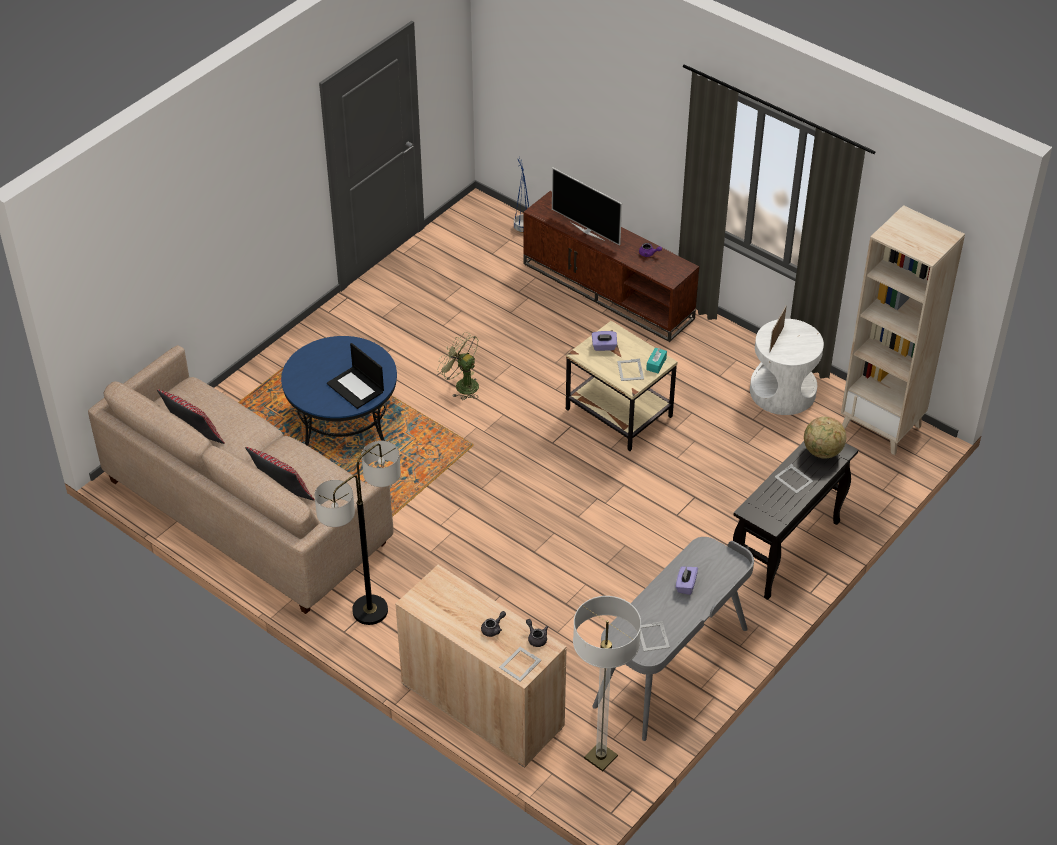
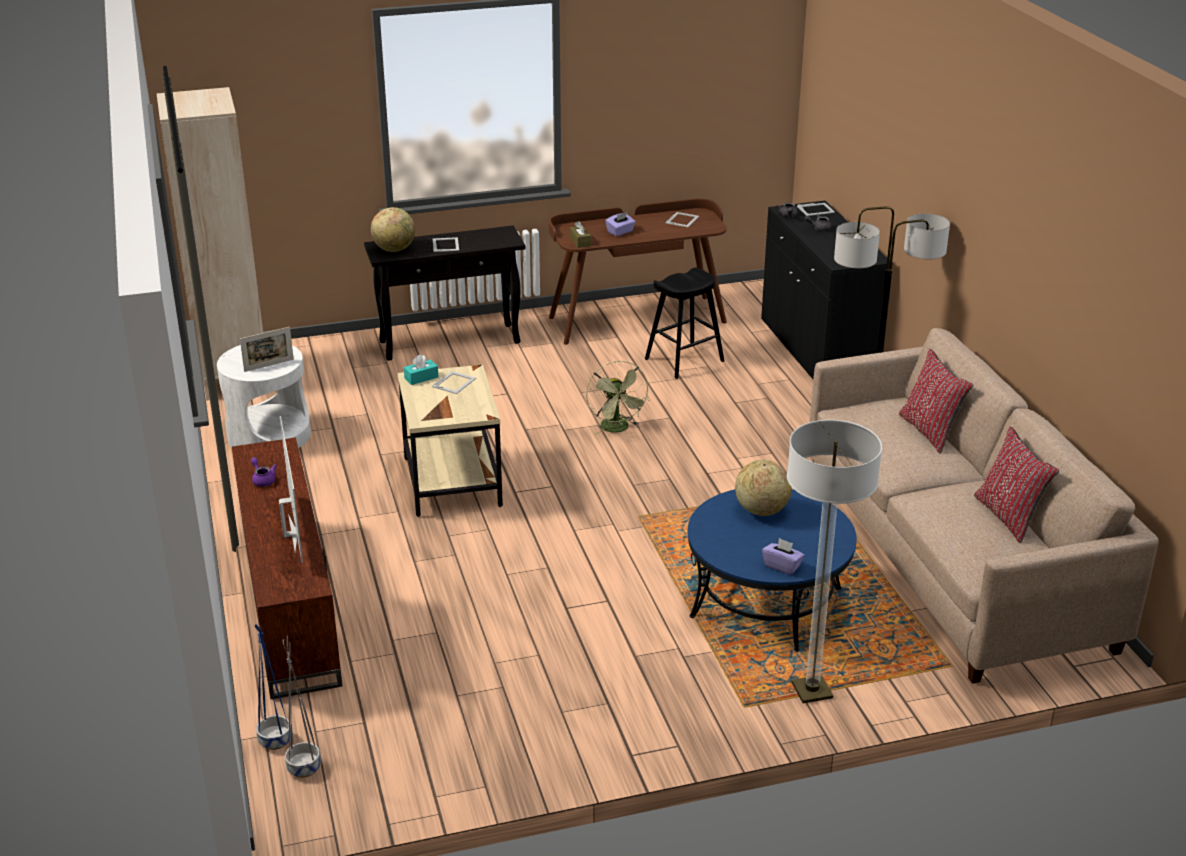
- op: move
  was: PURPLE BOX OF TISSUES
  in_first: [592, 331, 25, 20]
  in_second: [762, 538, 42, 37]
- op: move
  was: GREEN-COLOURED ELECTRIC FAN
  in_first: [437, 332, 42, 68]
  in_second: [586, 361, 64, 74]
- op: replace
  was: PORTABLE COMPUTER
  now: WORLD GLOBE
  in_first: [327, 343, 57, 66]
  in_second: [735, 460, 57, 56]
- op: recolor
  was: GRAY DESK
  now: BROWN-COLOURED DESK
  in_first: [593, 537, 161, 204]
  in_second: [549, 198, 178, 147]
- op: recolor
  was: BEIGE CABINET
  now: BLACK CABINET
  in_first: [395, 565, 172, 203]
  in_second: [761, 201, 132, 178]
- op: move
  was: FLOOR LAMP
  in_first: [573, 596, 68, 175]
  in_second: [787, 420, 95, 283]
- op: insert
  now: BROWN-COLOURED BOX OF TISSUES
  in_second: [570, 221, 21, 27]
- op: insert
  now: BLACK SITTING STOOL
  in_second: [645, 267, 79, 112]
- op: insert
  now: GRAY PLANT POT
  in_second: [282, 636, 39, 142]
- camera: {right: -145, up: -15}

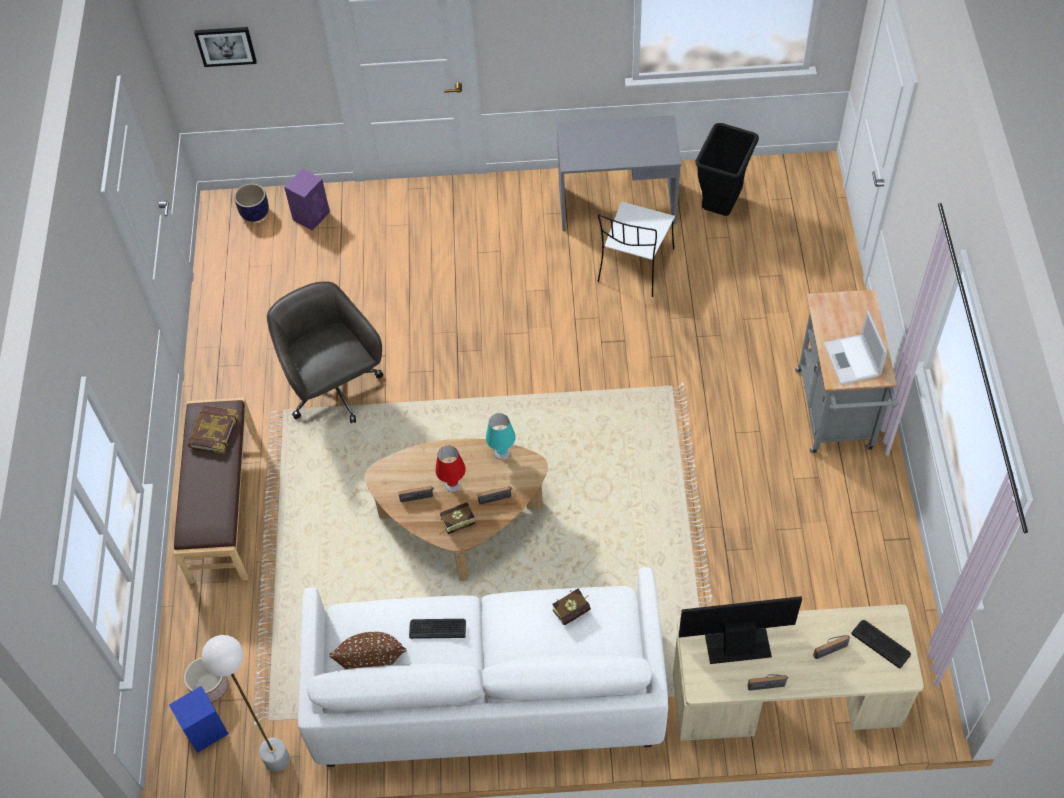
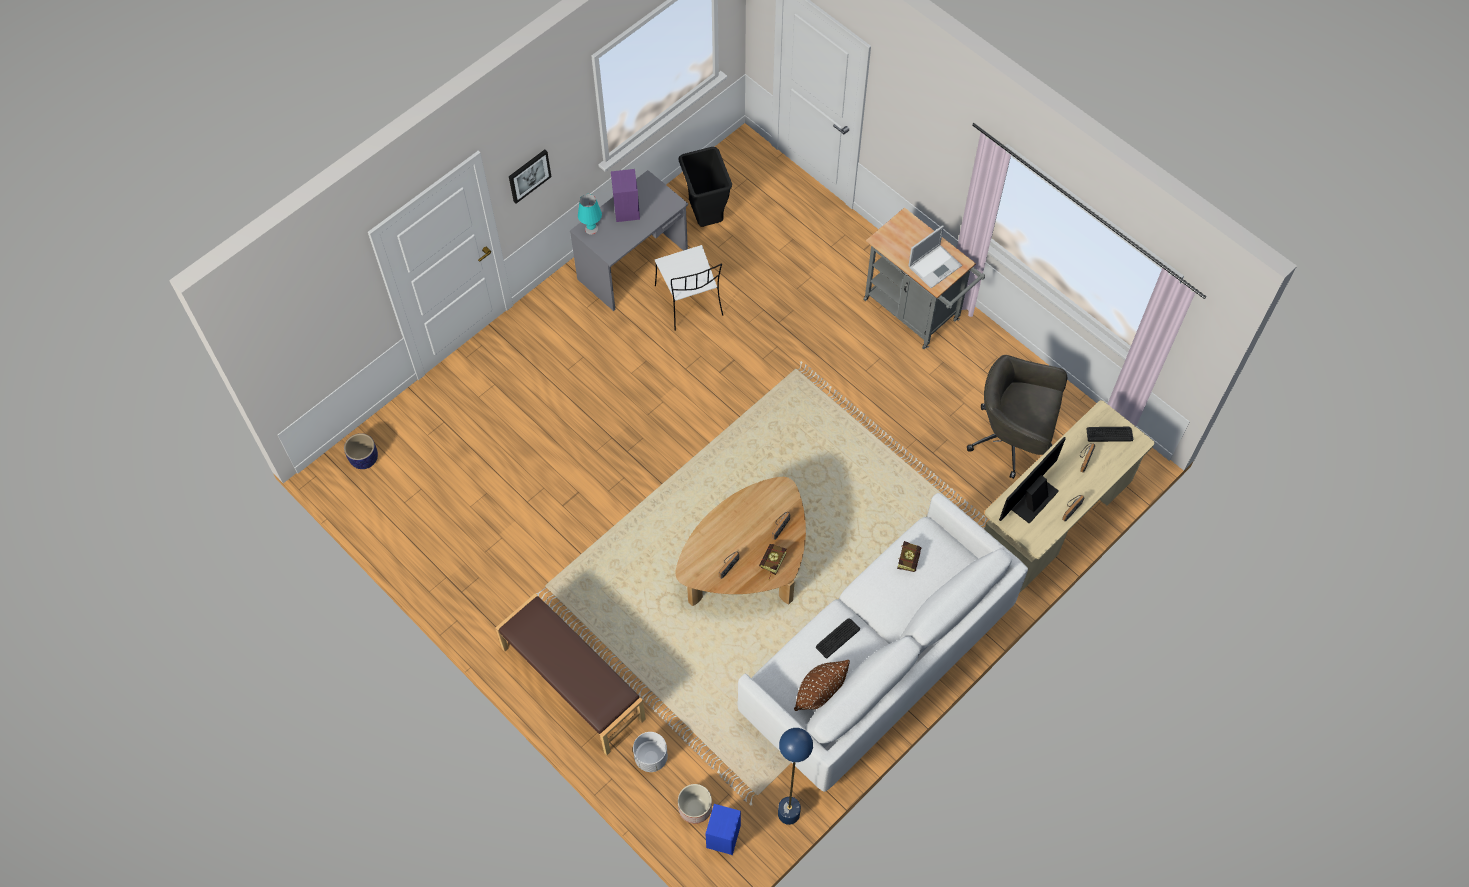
- op: move
  was: WALL PICTURE
  in_first: [194, 27, 63, 40]
  in_second: [509, 150, 42, 54]
- op: move
  was: PURPLE SPEAKER
  in_first: [284, 169, 46, 62]
  in_second: [611, 169, 29, 53]
- op: move
  was: GRAY DESK CHAIR
  in_first: [267, 281, 116, 142]
  in_second: [967, 355, 101, 124]
- op: rotate
  was: PORTABLE COMPUTER
  in_first: [824, 311, 63, 74]
  in_second: [908, 225, 54, 63]
  clockwise: -75
- op: delete
  was: BOOK
  in_first: [188, 405, 51, 49]
- op: move
  was: TURQUOISE-COLOURED TABLE LAMP
  in_first: [486, 413, 30, 47]
  in_second: [578, 194, 24, 41]
- op: delete
  was: RED-COLOURED TABLE LAMP
  in_first: [435, 446, 31, 46]
- op: recolor
  was: WHITISH FLOOR LAMP
  now: BLUE FLOOR LAMP
  in_first: [201, 635, 89, 137]
  in_second: [778, 728, 35, 97]
- op: insert
  now: WHITISH PLANT POT
  in_second: [633, 732, 35, 40]
- camera: {right: -45, up: 5}

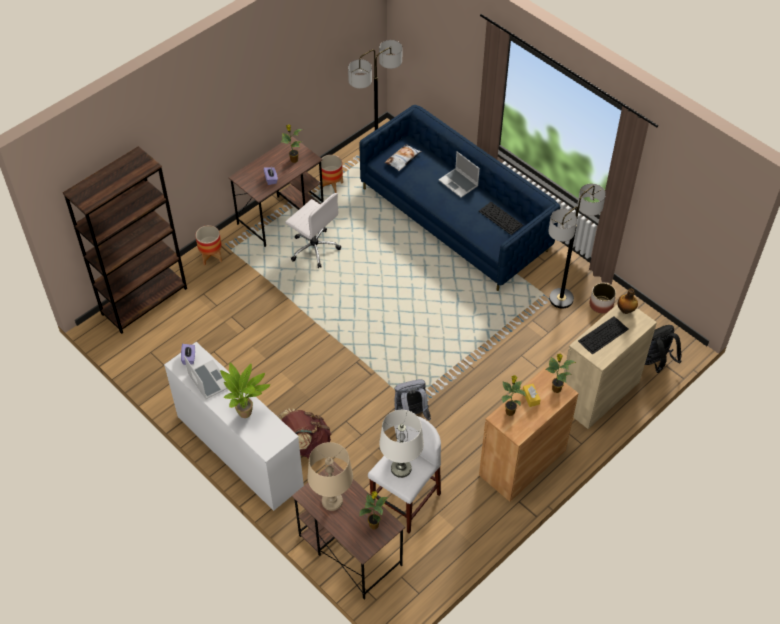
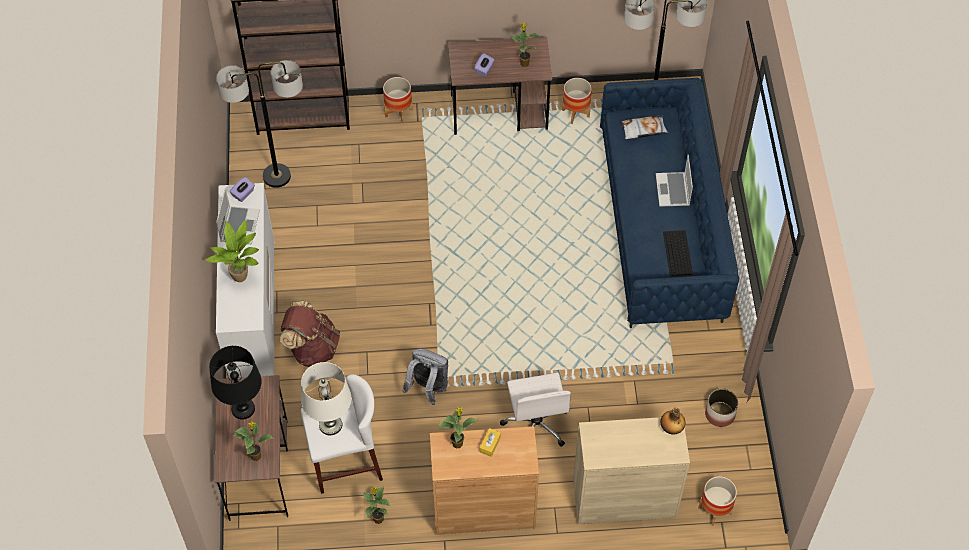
- op: move
  was: FLOOR LAMP
  in_first: [548, 184, 58, 125]
  in_second: [216, 60, 87, 128]
- op: move
  was: WHITISH DESK CHAIR
  in_first: [285, 193, 56, 75]
  in_second: [500, 373, 71, 74]
- op: delete
  was: PC KEYBOARD
  in_first: [578, 316, 51, 39]
- op: replace
  was: BLACK BACKPACK
  now: PLANT POT
  in_first: [645, 325, 36, 48]
  in_second: [698, 476, 39, 50]
- op: move
  was: HOUSEPLANT
  in_first: [546, 354, 30, 39]
  in_second: [363, 486, 28, 38]
- op: recolor
  was: BEIGE TABLE LAMP
  now: BLACK TABLE LAMP
  in_first: [308, 442, 45, 69]
  in_second: [209, 346, 53, 73]
- camera: {right: 40, up: 5}

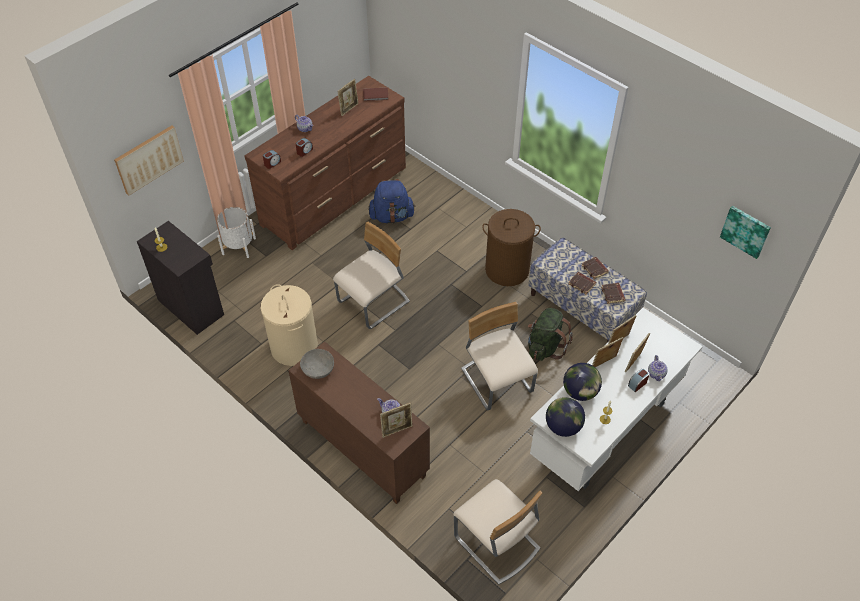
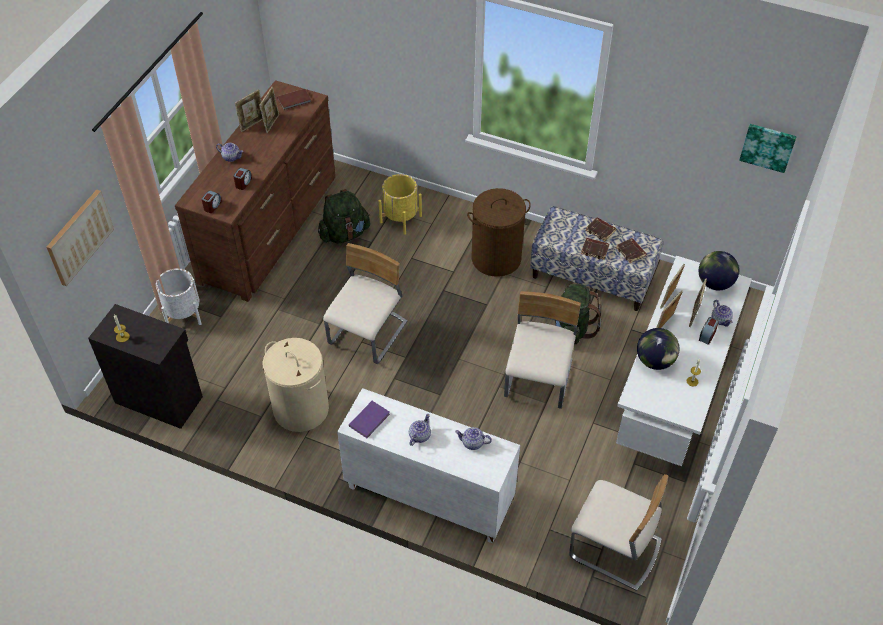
- op: recolor
  was: BLUE BACKPACK
  now: GREEN-COLOURED BACKPACK
  in_first: [368, 179, 47, 44]
  in_second: [318, 189, 52, 54]
- op: rotate
  was: BEIGE CHAIR
  in_first: [461, 302, 77, 109]
  in_second: [504, 291, 77, 118]
  clockwise: 60
- op: recolor
  was: BROWN-COLOURED CABINET
  now: WHITISH CABINET
  in_first: [288, 341, 142, 163]
  in_second: [337, 388, 183, 156]
- op: replace
  was: GRAY DEEP DISH
  now: PURPLE BOOK
  in_first: [300, 349, 34, 30]
  in_second: [349, 401, 41, 37]
- op: move
  was: WORLD GLOBE
  in_first: [546, 397, 39, 40]
  in_second: [699, 251, 40, 39]
- op: move
  was: STANDING FRAME
  in_first: [380, 402, 32, 36]
  in_second: [235, 89, 28, 43]
- op: insert
  now: YELLOW-COLOURED PLANT POT
  in_second: [379, 174, 43, 61]
- op: insert
  now: TEAPOT
  in_second: [409, 414, 22, 32]
- camera: {right: -20, up: 0}

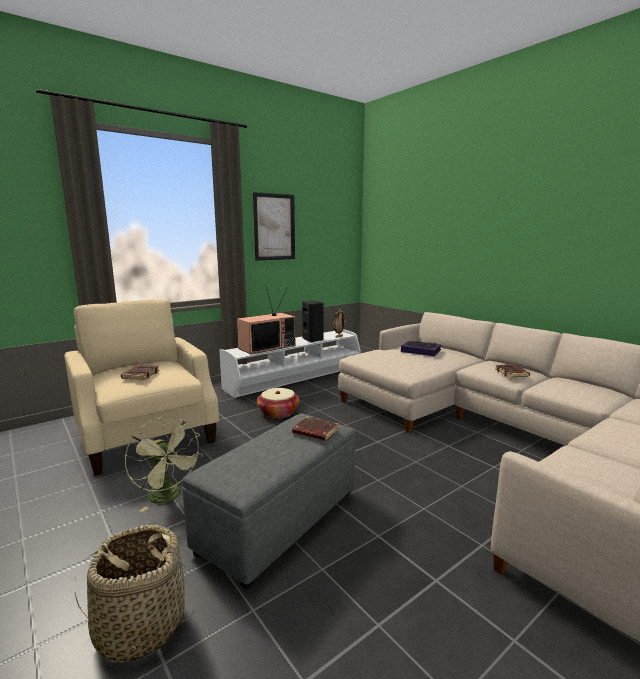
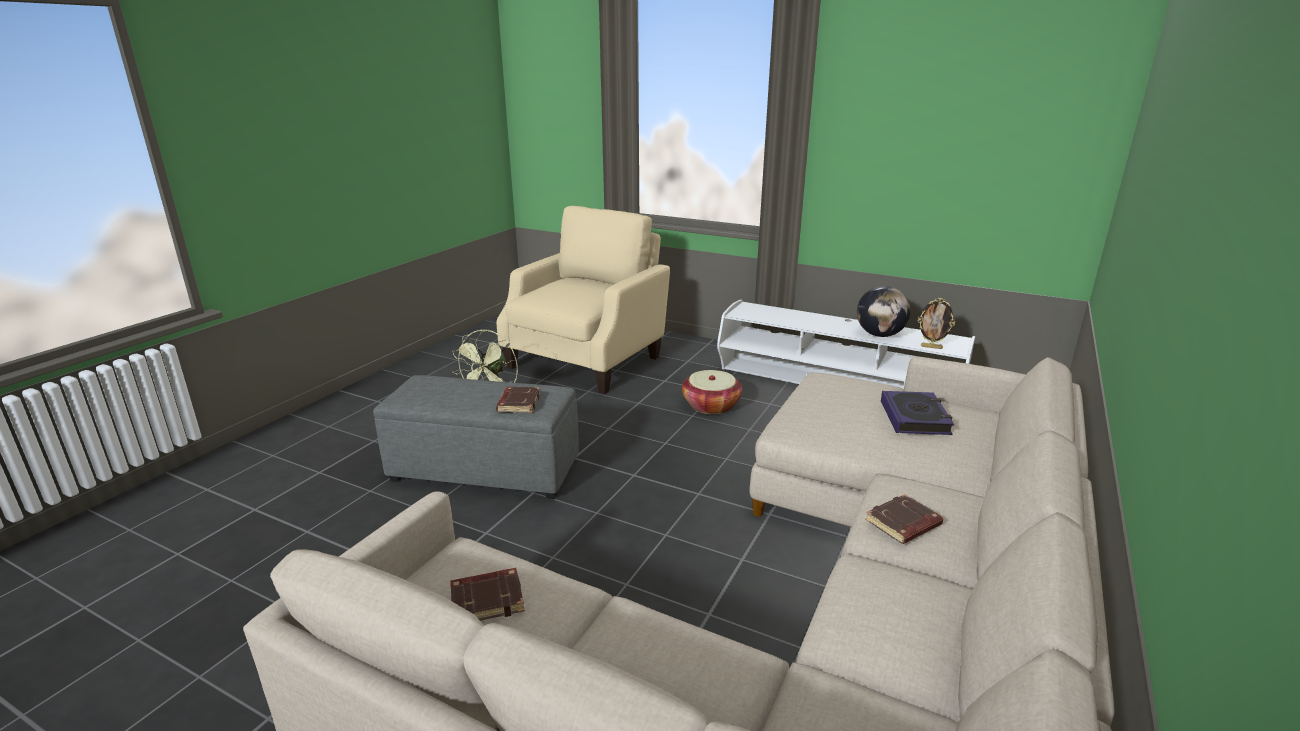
- op: delete
  was: WALL PICTURE
  in_first: [253, 192, 42, 69]
- op: delete
  was: TV SET
  in_first: [237, 286, 58, 68]
- op: replace
  was: BLACK SPEAKER
  now: WORLD GLOBE
  in_first: [302, 301, 22, 41]
  in_second: [857, 286, 54, 51]
- op: move
  was: BROWN-COLOURED BOOK
  in_first: [121, 365, 39, 15]
  in_second: [450, 568, 75, 53]
- op: delete
  was: STORAGE BASKET
  in_first: [75, 525, 119, 137]
- camera: {right: 65, up: 10}

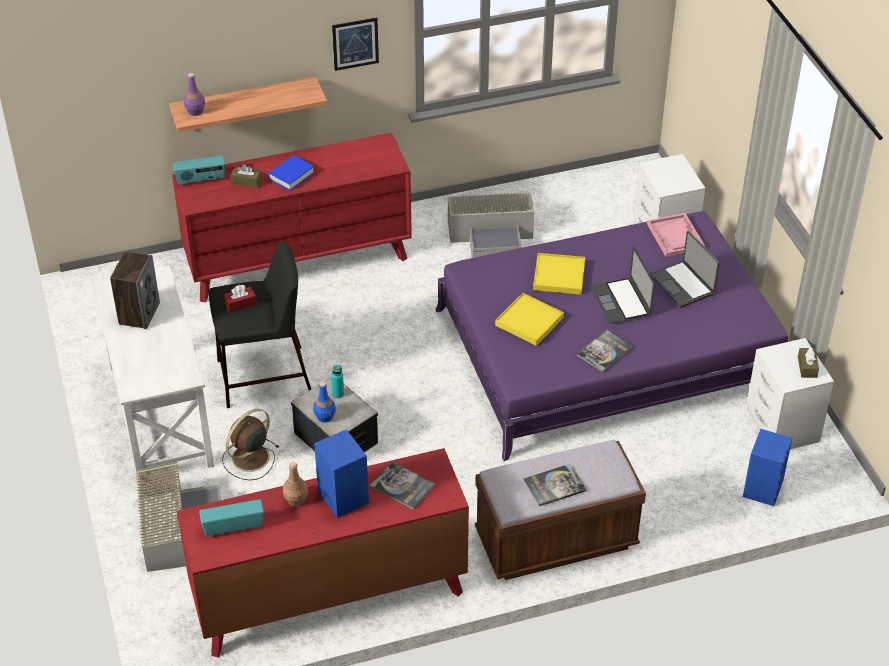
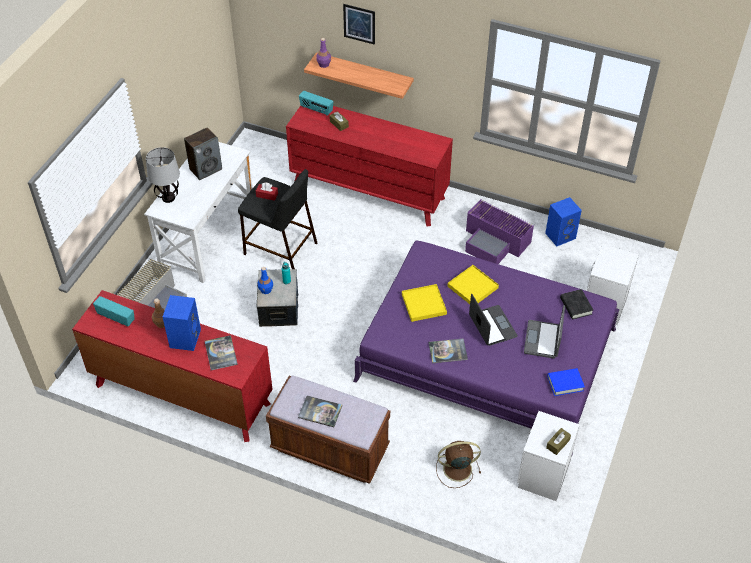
- op: move
  was: WALL PICTURE
  in_first: [332, 18, 47, 53]
  in_second: [343, 4, 32, 41]
- op: move
  was: BLUE BOOK
  in_first: [268, 155, 47, 36]
  in_second: [547, 368, 38, 28]
- op: recolor
  was: GRAY STORAGE BIN
  now: PURPLE STORAGE BIN
  in_first: [448, 191, 86, 67]
  in_second: [465, 200, 69, 64]
- op: replace
  was: PINK-COLOURED SERVING TRAY
  now: BLACK BOOK
  in_first: [647, 213, 58, 44]
  in_second: [560, 289, 33, 30]
- op: rotate
  was: PORTABLE COMPUTER
  in_first: [590, 246, 65, 78]
  in_second: [469, 294, 48, 52]
  clockwise: 135
- op: move
  was: BROWN-COLOURED ELECTRIC FAN
  in_first: [222, 409, 57, 71]
  in_second: [436, 441, 45, 47]
- op: move
  was: BLUE SPEAKER
  in_first: [743, 429, 49, 77]
  in_second: [545, 197, 37, 50]
- op: insert
  now: TABLE LAMP
  in_second: [146, 147, 34, 56]
- camera: {right: 40, up: 5}

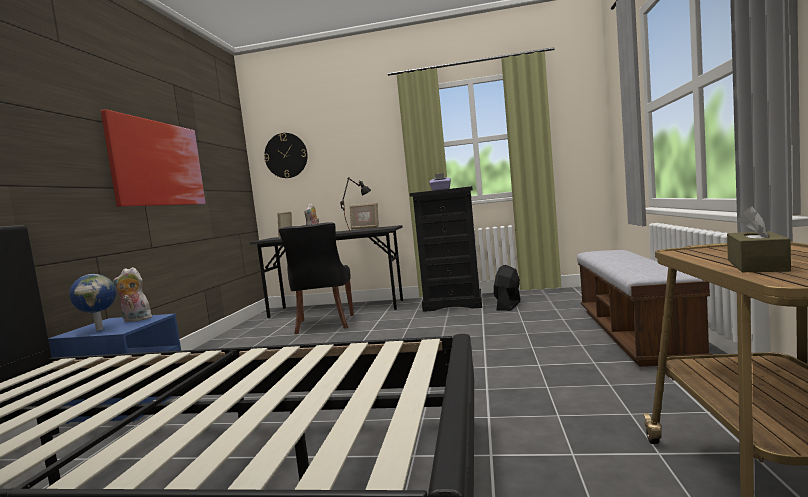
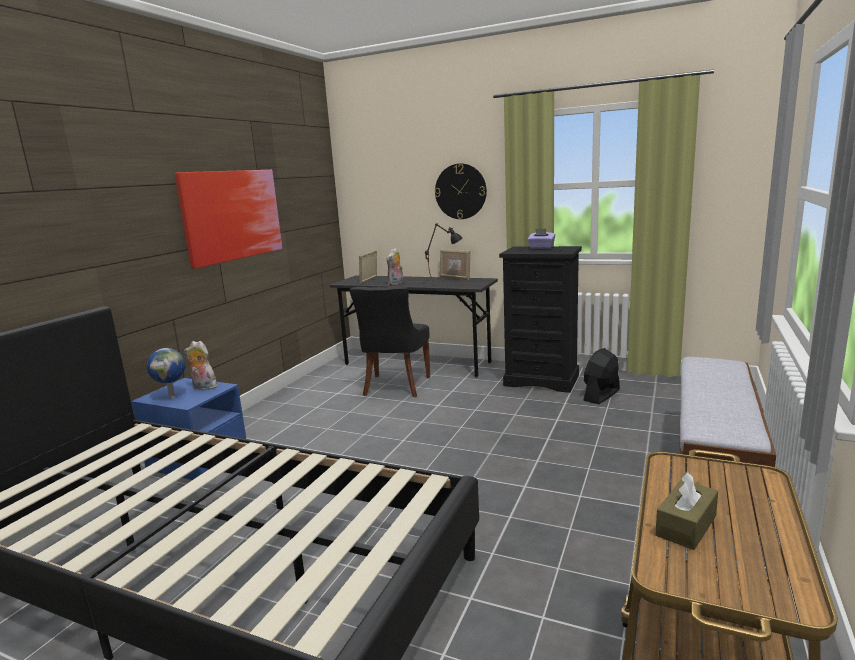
- op: move
  was: WALL CLOCK
  in_first: [264, 133, 43, 45]
  in_second: [435, 163, 52, 56]
- camera: {right: 15, up: 10}

